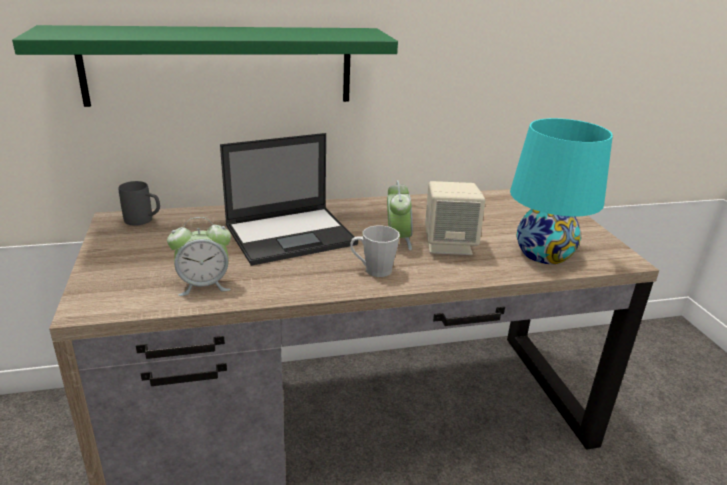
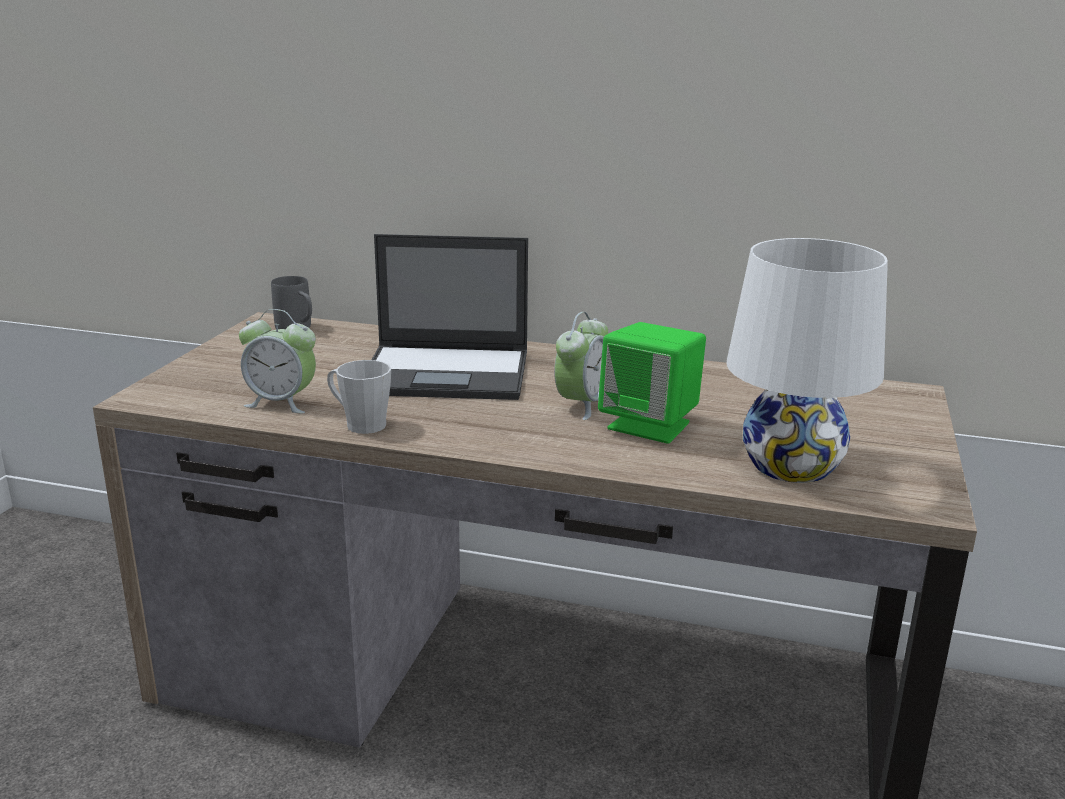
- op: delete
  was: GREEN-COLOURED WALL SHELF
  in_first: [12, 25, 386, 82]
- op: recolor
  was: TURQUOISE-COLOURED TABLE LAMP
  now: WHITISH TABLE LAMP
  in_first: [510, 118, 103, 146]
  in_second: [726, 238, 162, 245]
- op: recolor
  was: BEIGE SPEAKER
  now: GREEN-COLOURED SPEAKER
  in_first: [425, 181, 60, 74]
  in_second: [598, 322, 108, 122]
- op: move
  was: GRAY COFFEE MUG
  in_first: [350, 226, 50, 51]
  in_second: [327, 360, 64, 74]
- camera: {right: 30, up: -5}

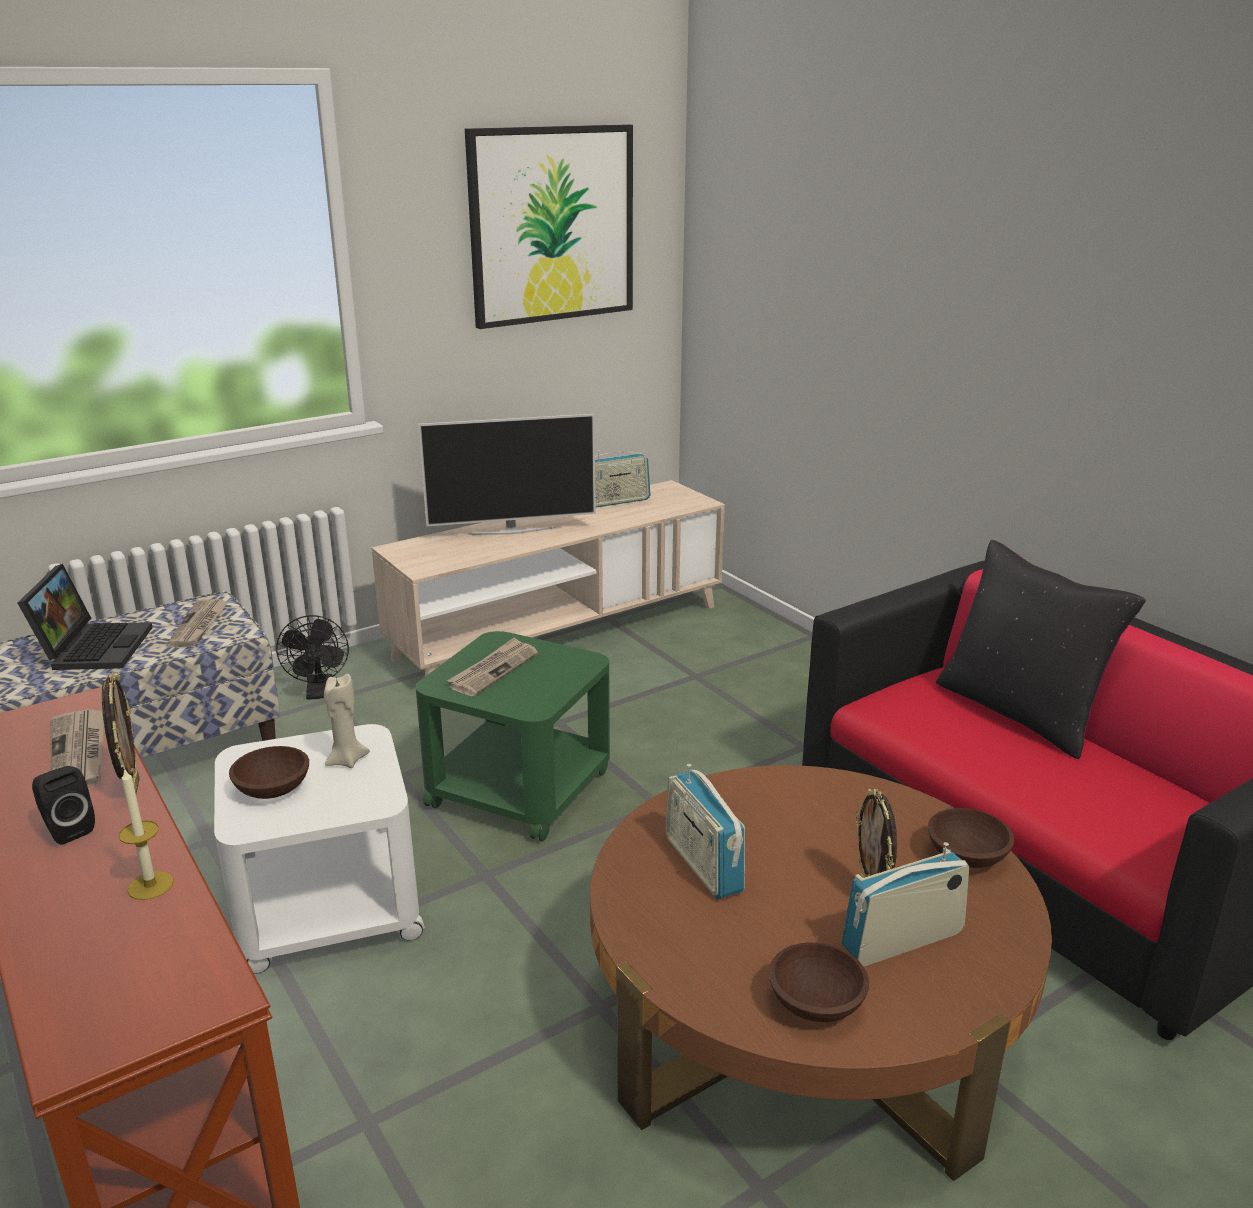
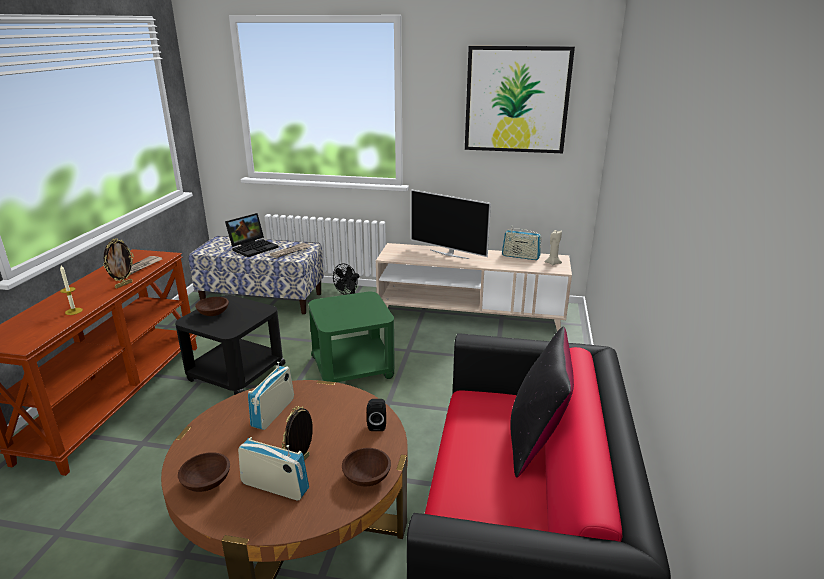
- op: delete
  was: NEWSPAPER
  in_first: [447, 637, 91, 59]
- op: move
  was: BEIGE WAX LIGHT
  in_first: [324, 674, 46, 94]
  in_second: [544, 230, 18, 35]
- op: recolor
  was: WHITISH SIDE TABLE
  now: BLACK SIDE TABLE
  in_first: [214, 724, 211, 250]
  in_second: [175, 295, 111, 100]
- op: move
  was: BLACK SPEAKER
  in_first: [32, 766, 63, 79]
  in_second: [367, 399, 19, 32]
- camera: {right: 45, up: 0}

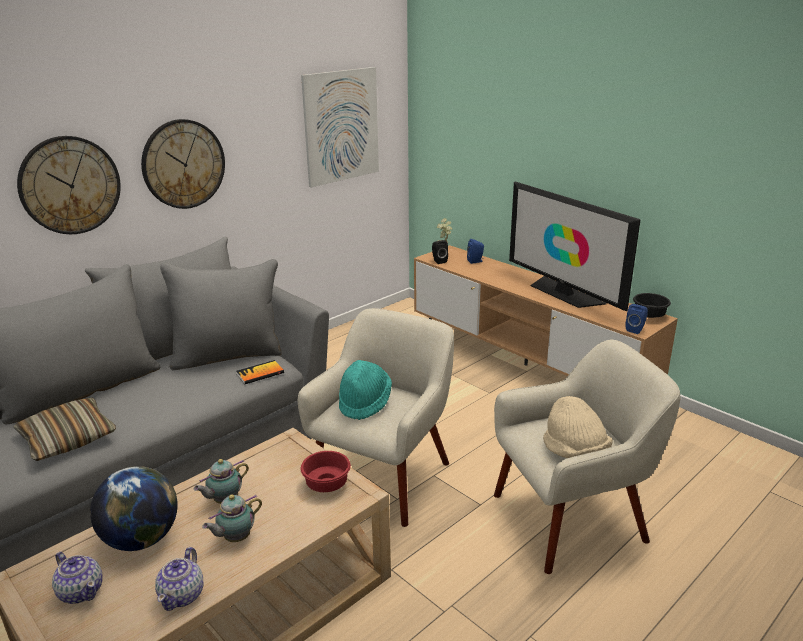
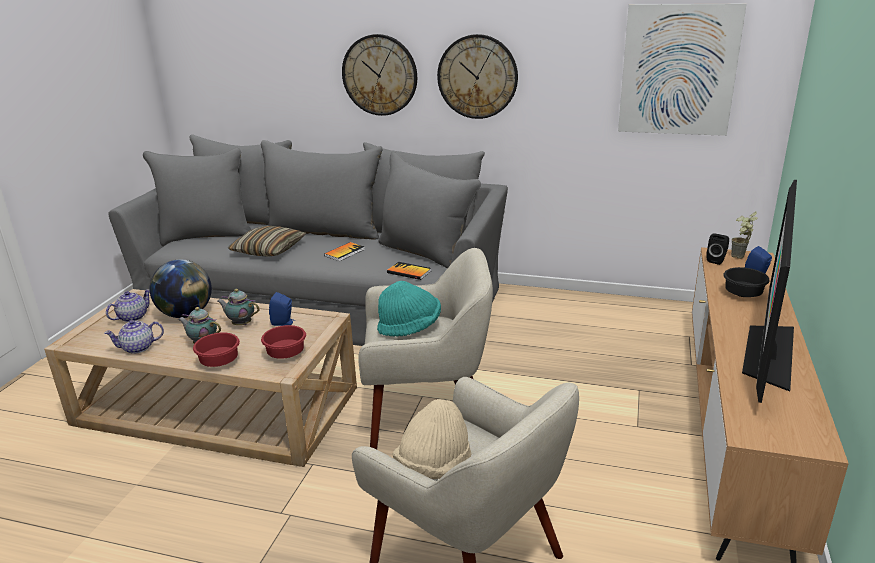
- op: move
  was: BLACK DEEP DISH
  in_first: [633, 293, 38, 25]
  in_second: [723, 267, 46, 30]
- op: move
  was: BLUE SPEAKER
  in_first: [625, 304, 23, 30]
  in_second: [269, 292, 26, 34]
- op: rotate
  was: TEAPOT
  in_first: [52, 552, 50, 52]
  in_second: [106, 289, 44, 33]
  clockwise: -150
- op: insert
  now: BOOK
  in_second: [324, 242, 41, 19]
- op: insert
  now: RED-COLOURED DEEP DISH
  in_second: [193, 332, 47, 35]
- camera: {right: 60, up: 0}

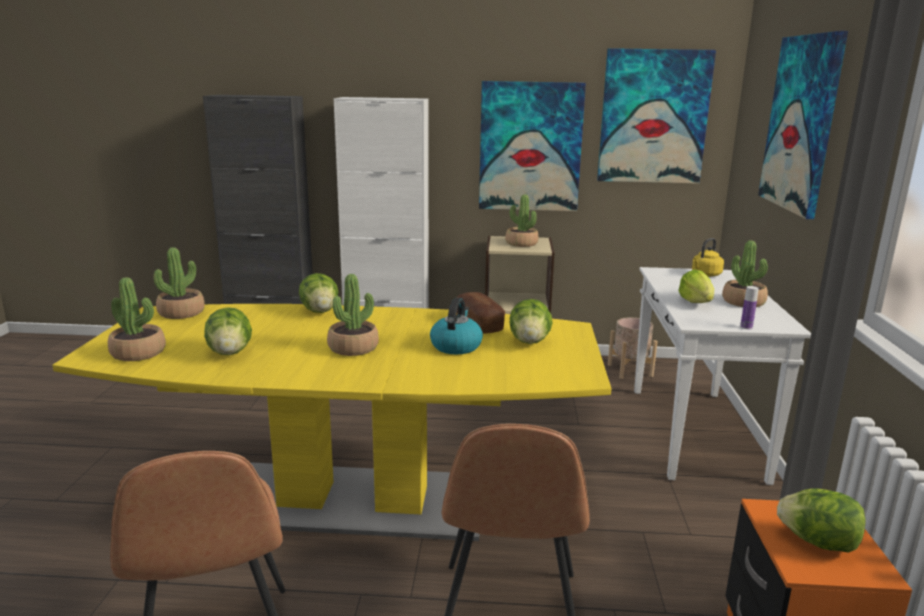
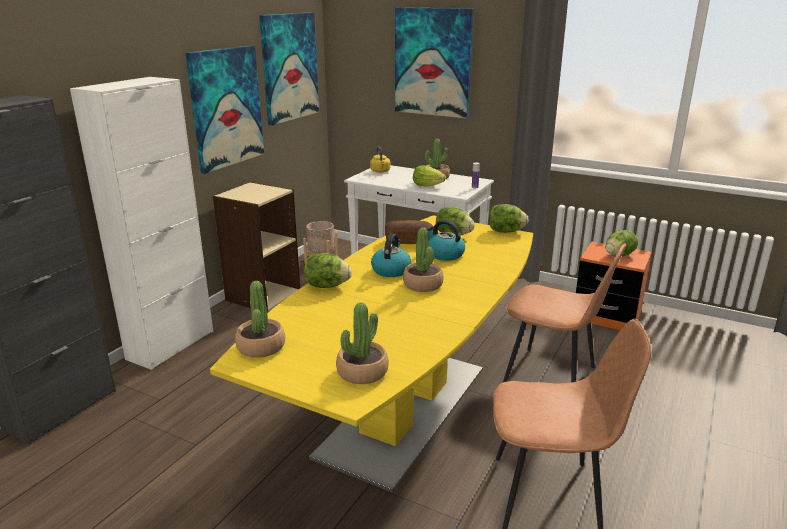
- op: delete
  was: HOUSEPLANT
  in_first: [505, 194, 33, 53]
- op: move
  was: HEAD OF LETTUCE
  in_first: [204, 307, 48, 48]
  in_second: [489, 204, 40, 29]
- op: insert
  now: TEA KETTLE
  in_second: [371, 234, 41, 43]
- camera: {right: -65, up: 5}

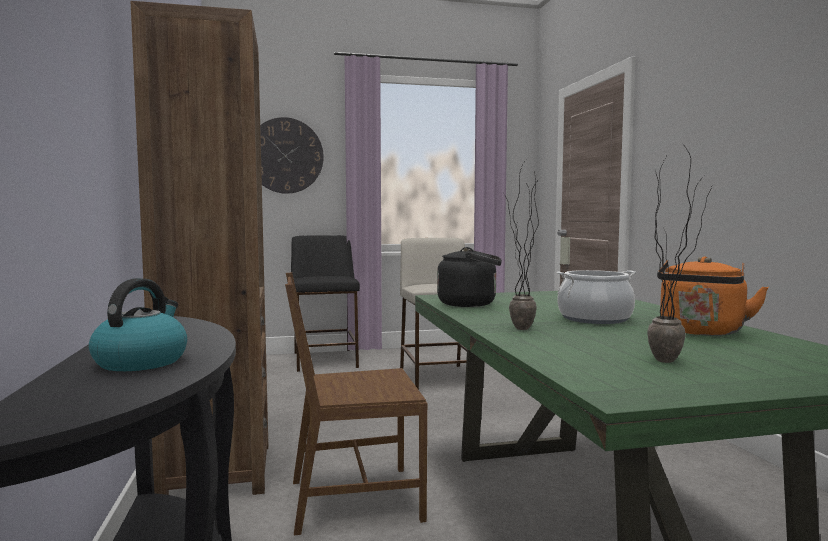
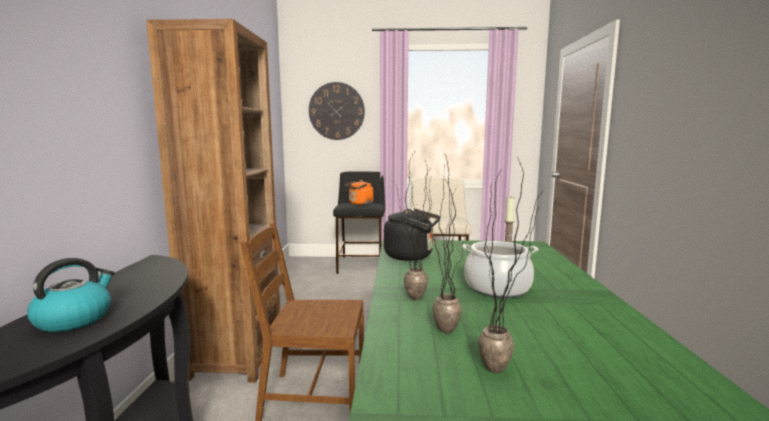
- op: move
  was: ORANGE-COLOURED TEA KETTLE
  in_first: [657, 257, 112, 79]
  in_second: [344, 180, 29, 25]
- op: insert
  now: HOUSEPLANT
  in_second: [429, 153, 37, 180]
- camera: {right: 15, up: 5}

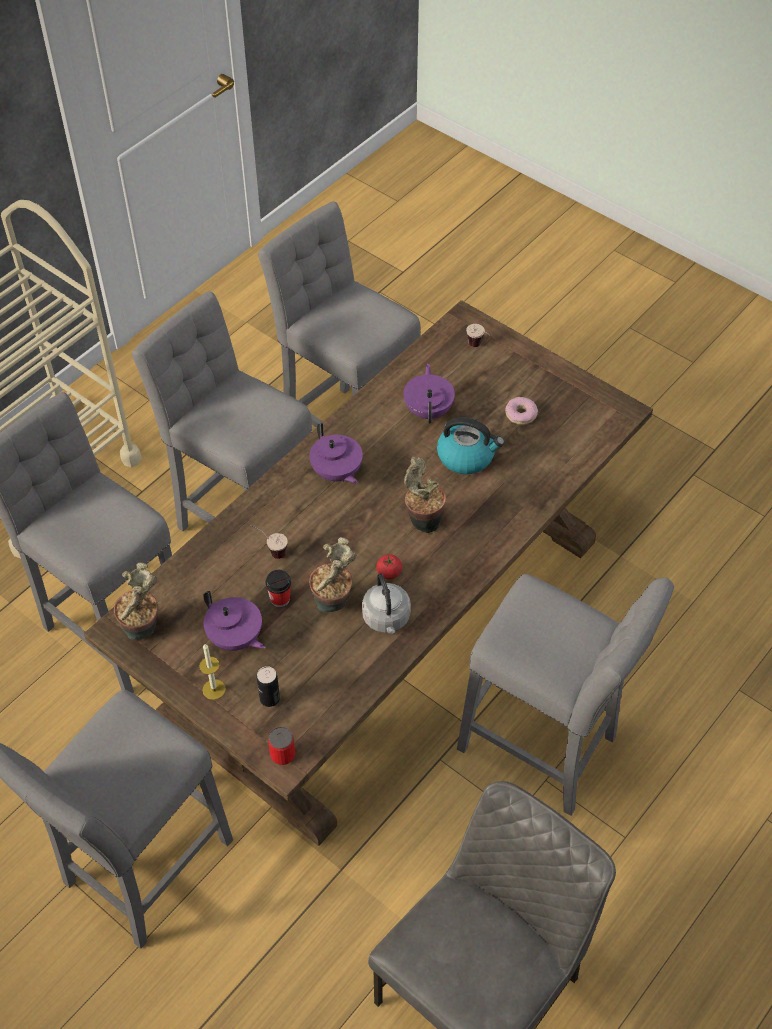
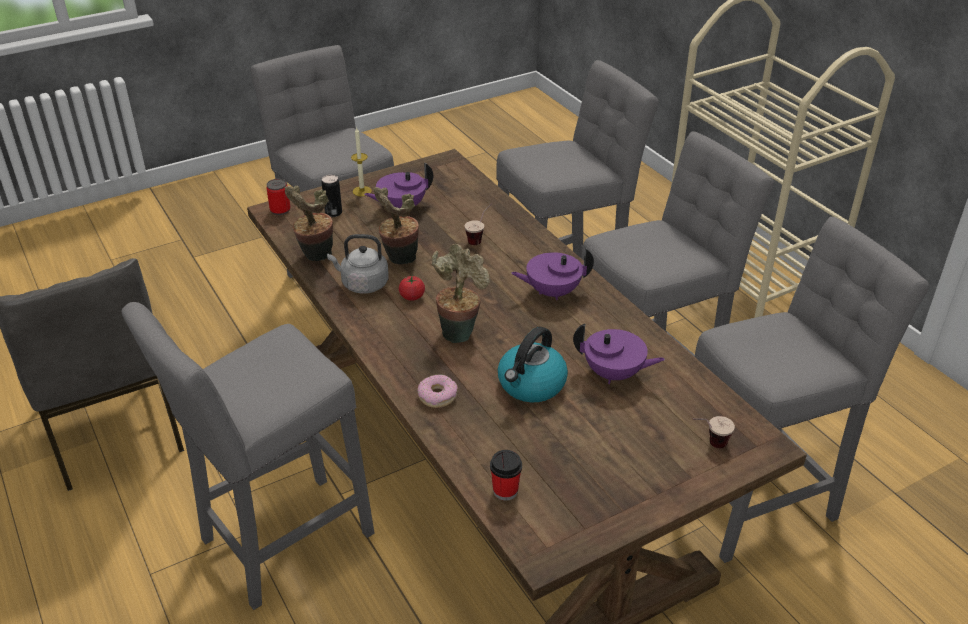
- op: move
  was: DOUGHNUT
  in_first: [505, 397, 33, 28]
  in_second: [417, 375, 41, 33]
- op: move
  was: HOUSEPLANT
  in_first: [114, 562, 44, 78]
  in_second: [285, 186, 48, 75]
- op: move
  was: CUP
  in_first: [265, 570, 26, 37]
  in_second: [490, 450, 32, 51]
- camera: {right: 110, up: -15}

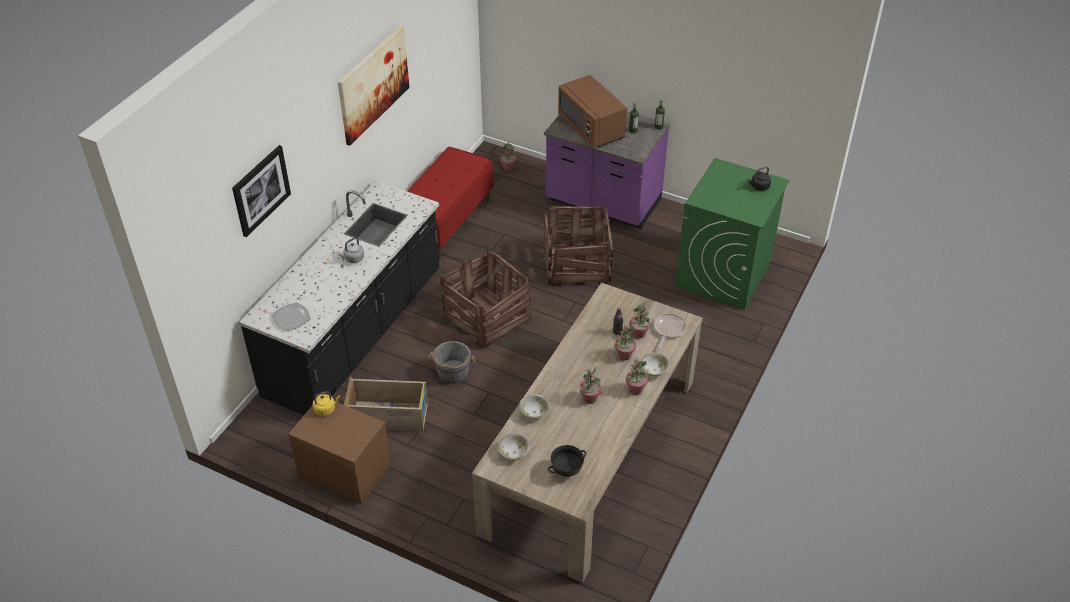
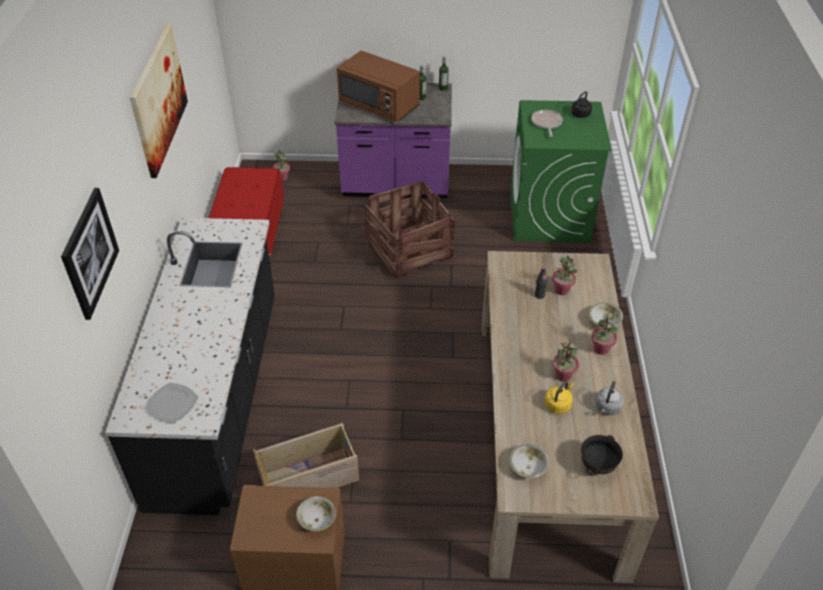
- op: move
  was: GRAY TEA KETTLE
  in_first: [338, 237, 26, 26]
  in_second: [595, 381, 29, 34]
- op: delete
  was: PACKING CRATE
  in_first: [440, 250, 91, 99]
- op: move
  was: SKILLET
  in_first: [654, 313, 33, 35]
  in_second: [531, 110, 32, 27]
- op: delete
  was: HOUSEPLANT
  in_first: [615, 325, 21, 36]
- op: delete
  was: GRAY WATER BUCKET
  in_first: [428, 341, 48, 43]
- op: move
  was: YELLOW-COLOURED TEA KETTLE
  in_first: [312, 391, 28, 25]
  in_second: [545, 381, 29, 33]
- op: move
  was: DEEP DISH
  in_first: [519, 394, 31, 25]
  in_second: [296, 496, 40, 35]
- camera: {right: -25, up: 0}

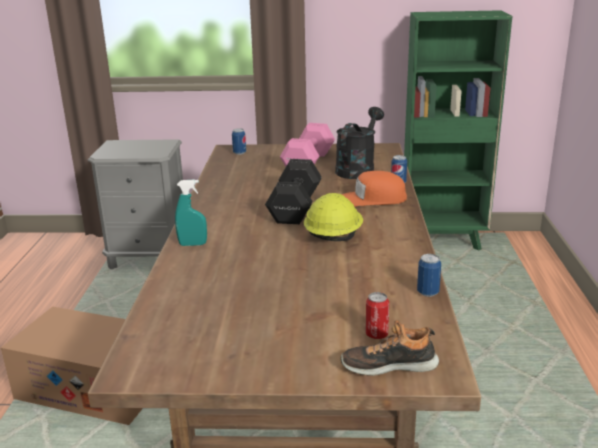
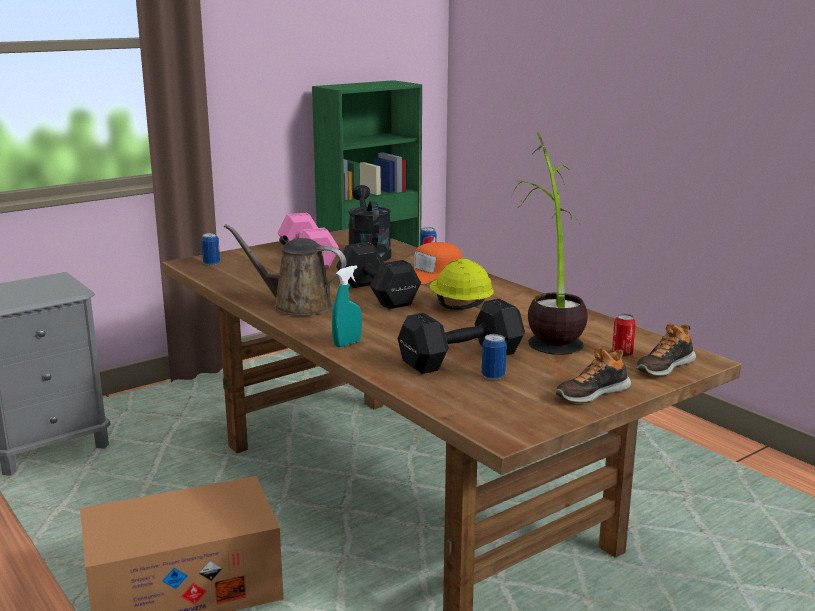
- op: move
  was: CAN
  in_first: [417, 254, 24, 43]
  in_second: [482, 334, 25, 46]
- op: insert
  now: HOUSEPLANT
  in_second: [511, 132, 77, 223]
- op: insert
  now: BROWN-COLOURED WATERING CAN
  in_second: [224, 224, 122, 92]
- op: insert
  now: BLACK DUMBBELL
  in_second: [398, 299, 127, 75]
- op: insert
  now: SHOE
  in_second: [556, 347, 75, 56]
- camera: {right: -40, up: -5}

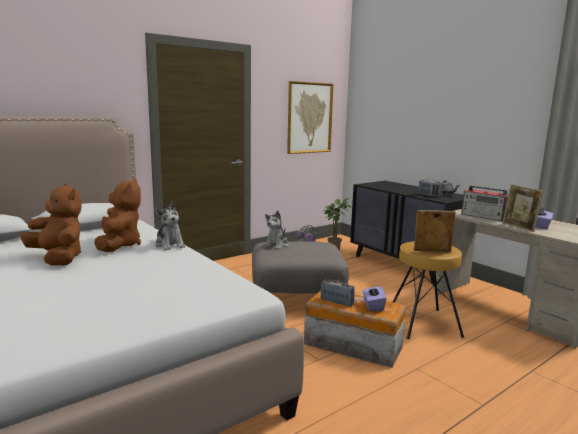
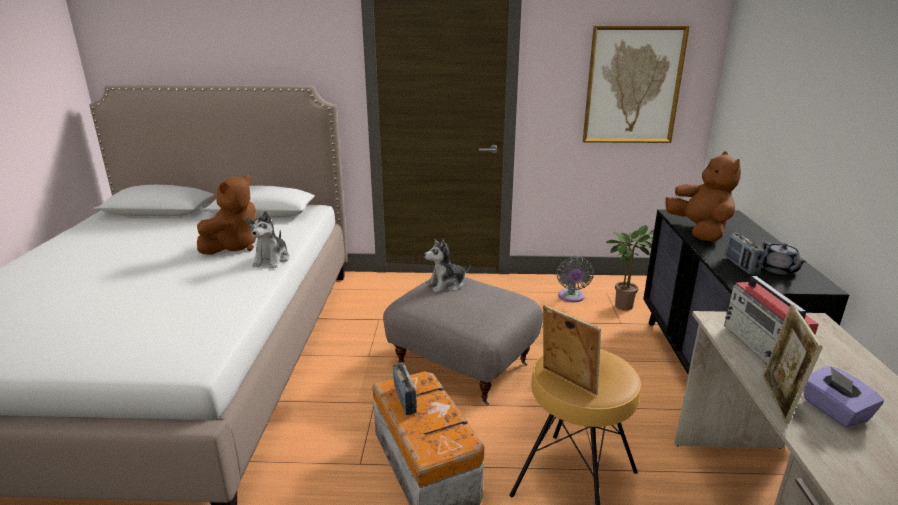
- op: move
  was: BROWN-COLOURED CUDDLY TOY
  in_first: [20, 183, 62, 83]
  in_second: [665, 151, 76, 91]
- op: delete
  was: PURPLE BOX OF TISSUES
  in_first: [363, 284, 23, 27]
- camera: {right: 40, up: 10}

